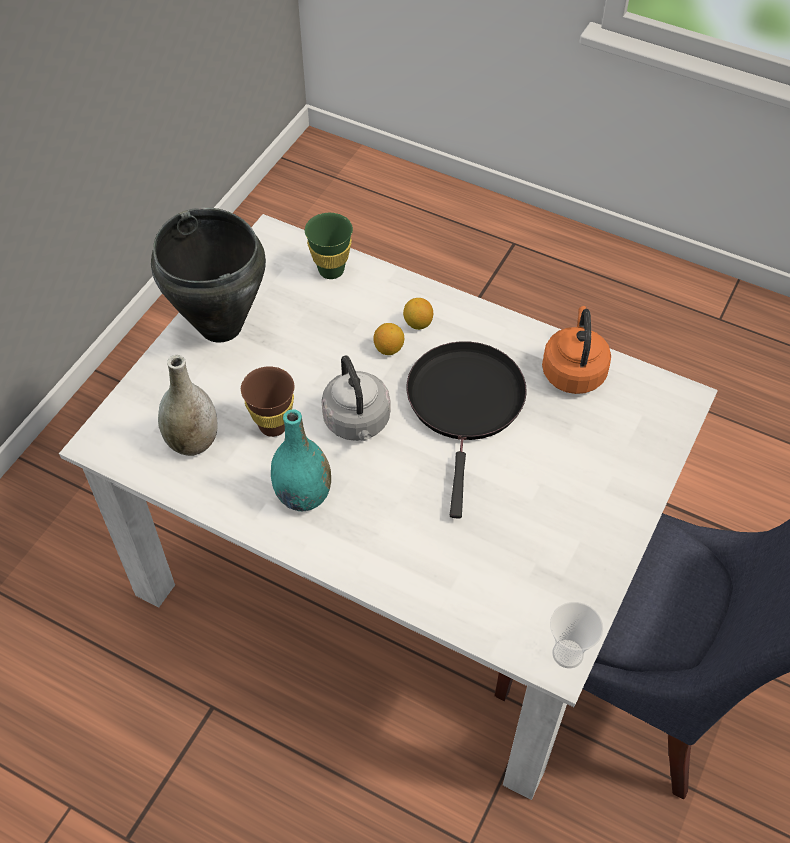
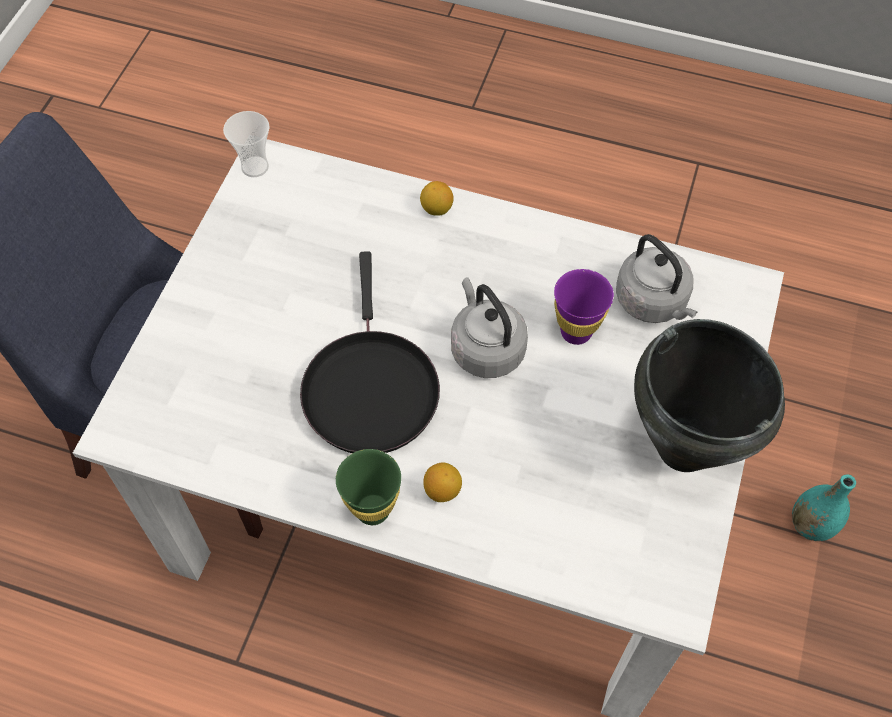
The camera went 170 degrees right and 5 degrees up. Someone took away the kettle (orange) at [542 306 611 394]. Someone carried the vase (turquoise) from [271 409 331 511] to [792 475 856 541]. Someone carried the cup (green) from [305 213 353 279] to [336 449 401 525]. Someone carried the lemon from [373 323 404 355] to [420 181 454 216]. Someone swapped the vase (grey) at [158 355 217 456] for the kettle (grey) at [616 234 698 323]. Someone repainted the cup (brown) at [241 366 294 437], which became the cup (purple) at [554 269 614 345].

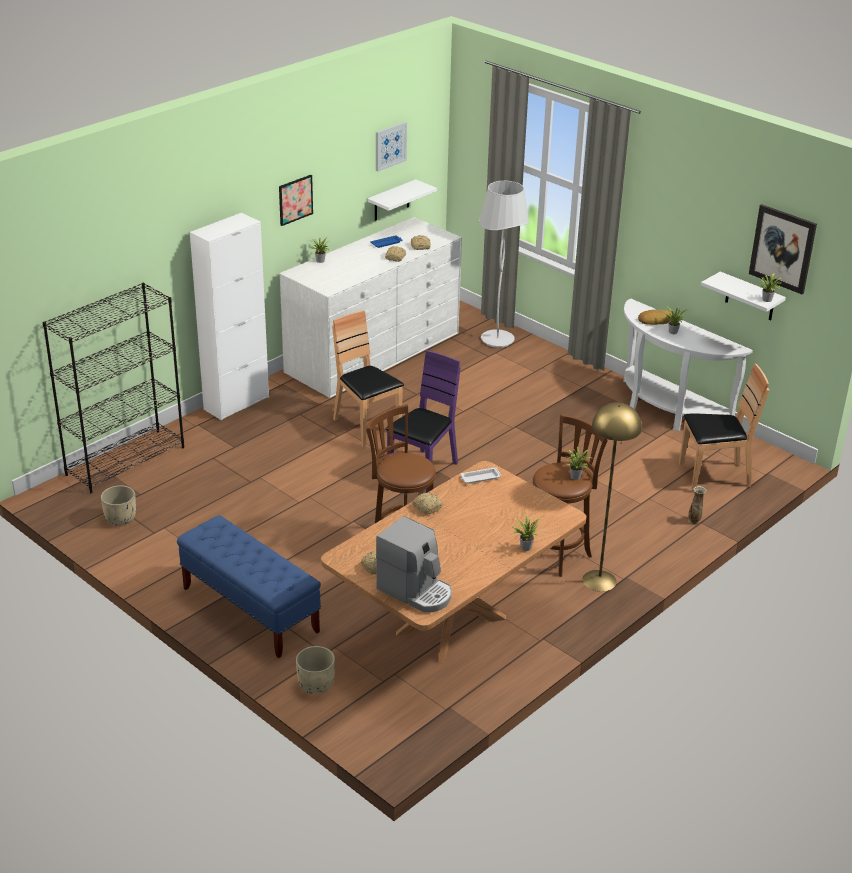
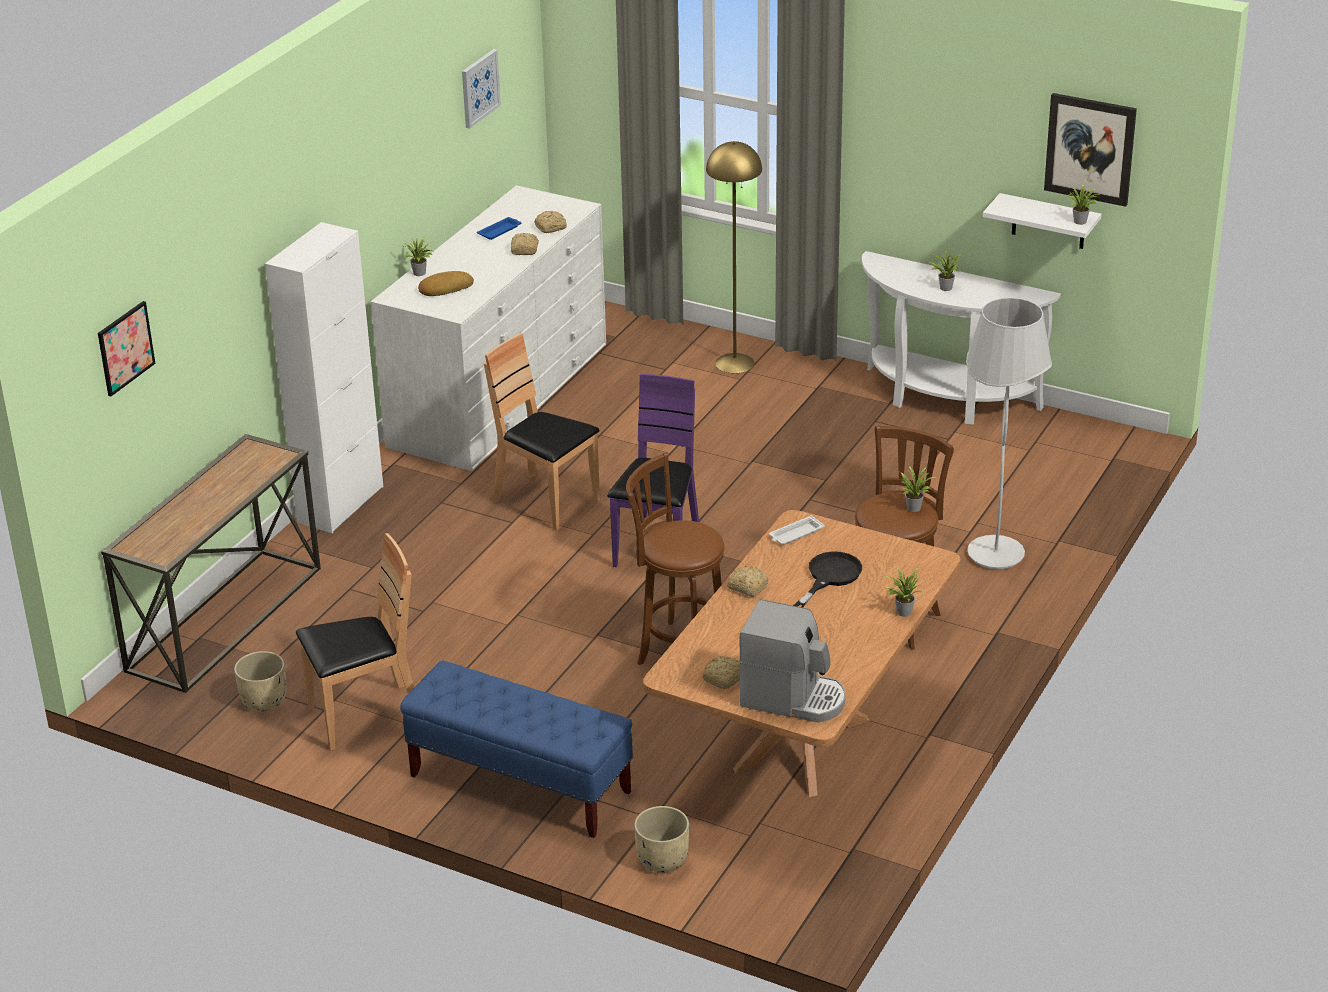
The camera went 15 degrees left and 0 degrees up. Someone took away the shelf (white) at [367 179 437 221]. Someone took away the vase at [688 486 707 525]. Someone put down the frying pan (black) at [793 551 862 608]. Someone carried the picture from [279 175 313 226] to [98 301 156 396]. Someone carried the floor lamp (white) from [479 181 529 348] to [966 298 1052 570]. Someone carried the floor lamp (yellow) from [583 402 642 592] to [706 141 762 373]. Someone carried the bread from [638 309 677 325] to [418 271 474 296]. Someone carried the chair (brown) from [679 363 770 492] to [296 533 414 750]. Someone swapped the bookcase (black) at [43 283 184 493] for the console table at [101 434 321 693].

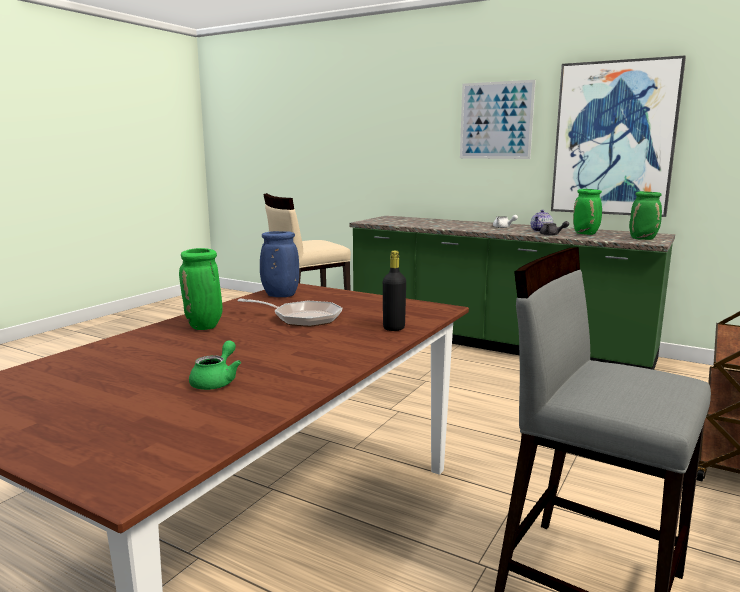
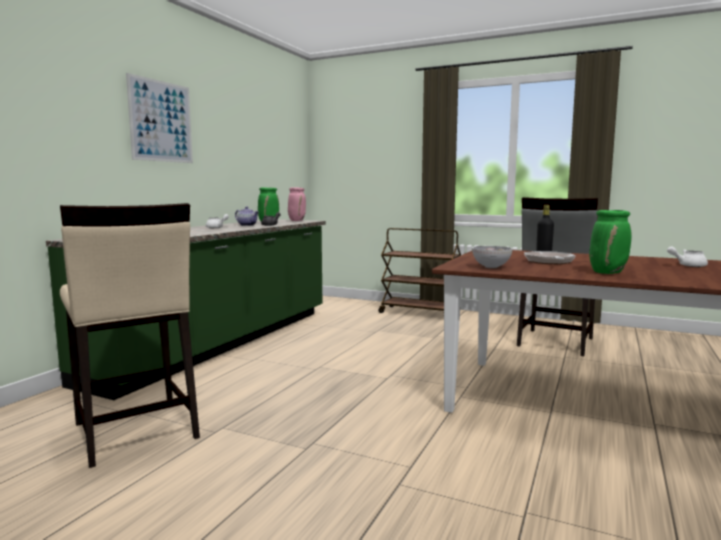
The camera went 95 degrees left and 5 degrees down. Someone took away the picture at [551 55 686 217]. Someone swapped the vase (blue) at [260 231 299 297] for the bowl at [472 246 513 268]. Someone repainted the teapot (green) at [189 340 241 390], which became the teapot (white) at [667 246 708 267]. Someone repainted the vase (green) at [629 191 662 240], which became the vase (pink) at [288 187 306 221].

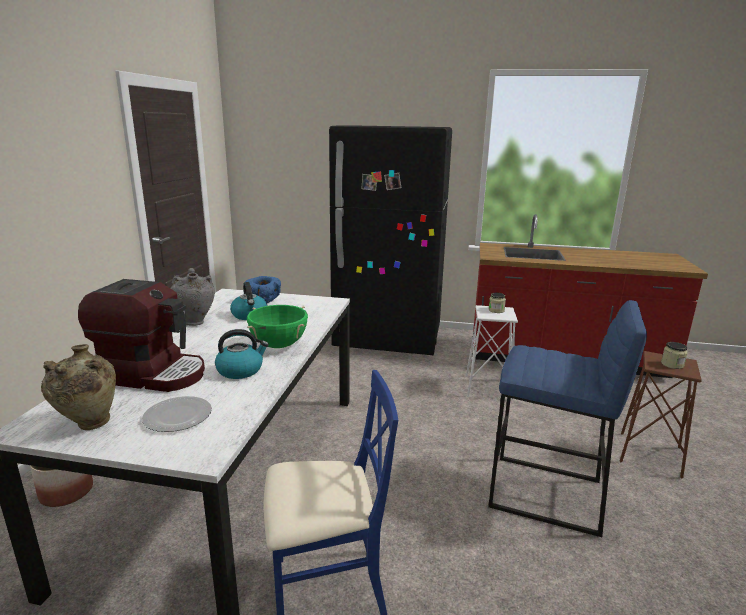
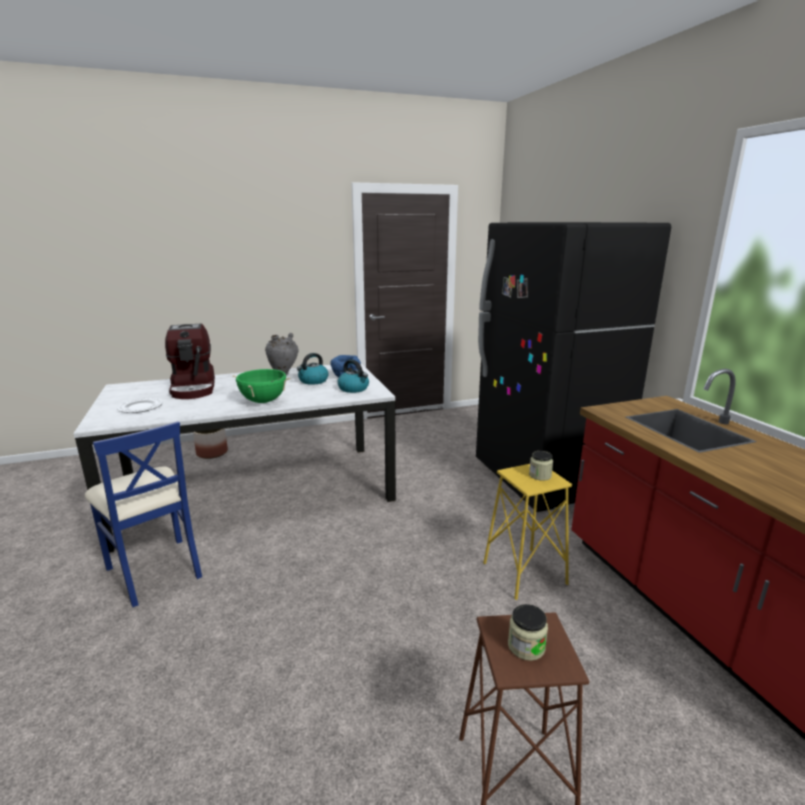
The camera went 60 degrees right and 0 degrees up. Someone took away the vase (beige) at [41 344 116 430]. Someone took away the stool (blue) at [488 300 647 537]. Someone carried the kettle from [215 329 269 379] to [338 360 369 393]. Someone repainted the stool (white) at [466 305 518 401], which became the stool (yellow) at [483 464 572 600].

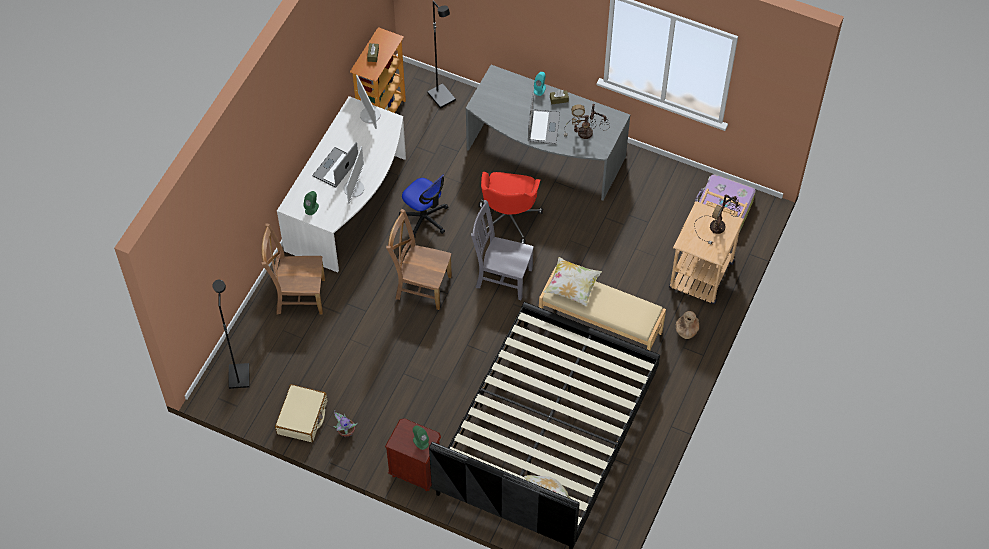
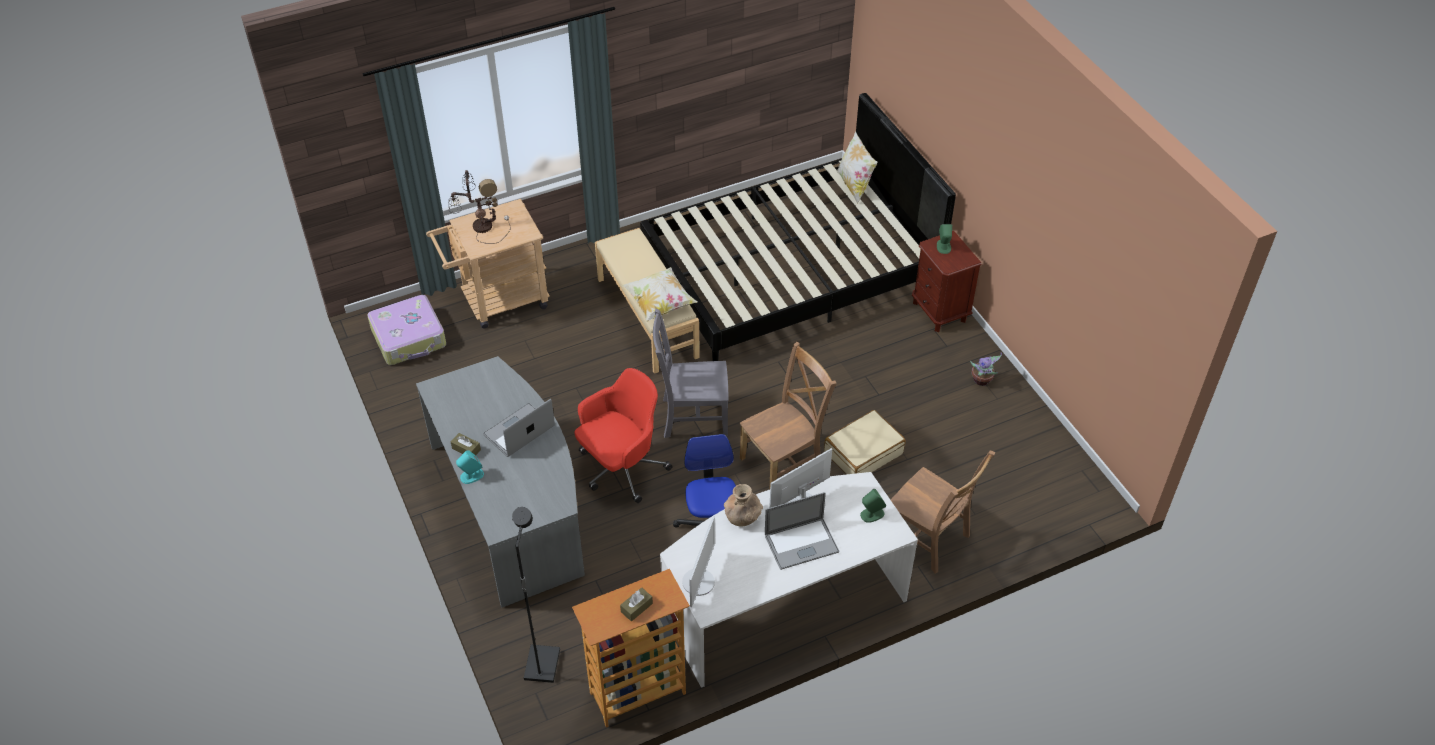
The camera went 140 degrees left and 10 degrees down. Someone took away the floor lamp (black) at [212 280 249 389]. Someone took away the table lamp at [564 104 609 139]. Someone carried the suitcase (beige) from [275 384 328 442] to [824 410 906 474]. Someone carried the vase (brown) from [676 311 699 339] to [724 484 763 527]. Someone rotated the chair (brown) at [386 209 452 310] by 90 degrees counterclockwise. Someone rotated the chair (grey) at [471 200 534 300] by 120 degrees clockwise.

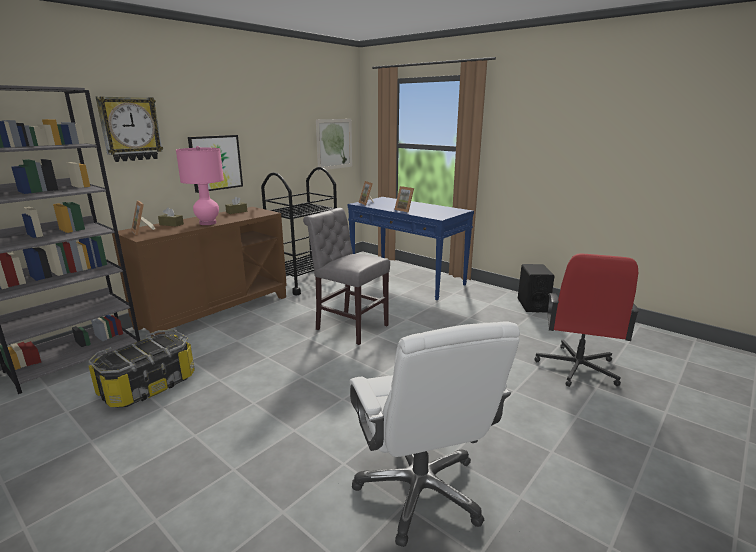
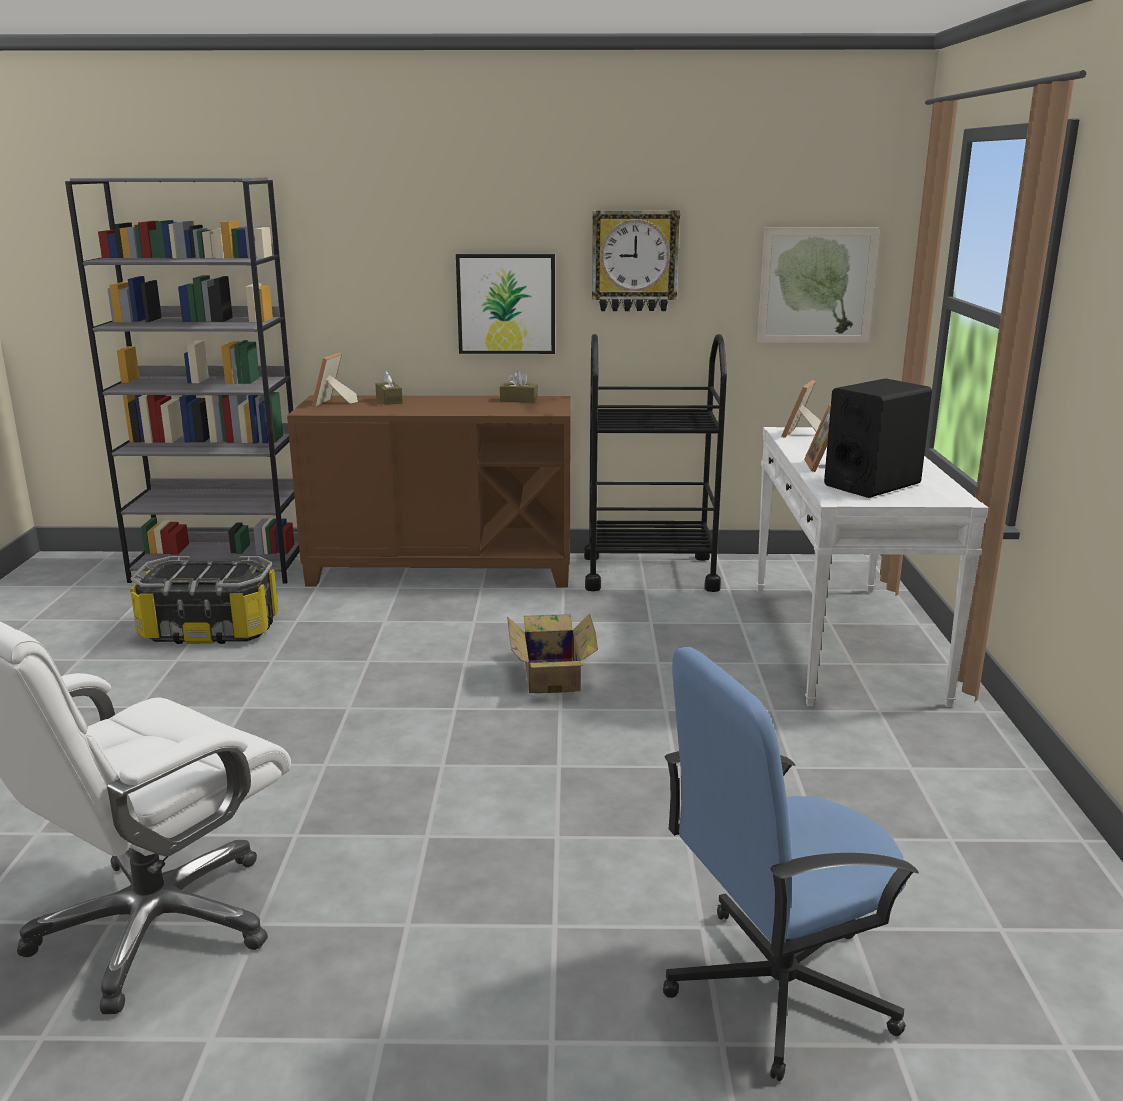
The camera went 50 degrees right and 0 degrees up. Someone took away the table lamp (pink) at [176 146 224 225]. Someone carried the wall clock from [96 96 163 162] to [592 210 680 311]. Someone carried the speaker (black) from [518 264 555 313] to [824 378 932 498]. Someone swapped the chair (grey) at [303 208 390 345] for the cardboard box at [507 614 598 693]. Someone repainted the console table (blue) at [348 197 474 300], which became the console table (white) at [756 427 988 707]. Someone repainted the office chair (red) at [534 254 640 387], which became the office chair (blue) at [663 647 919 1081].

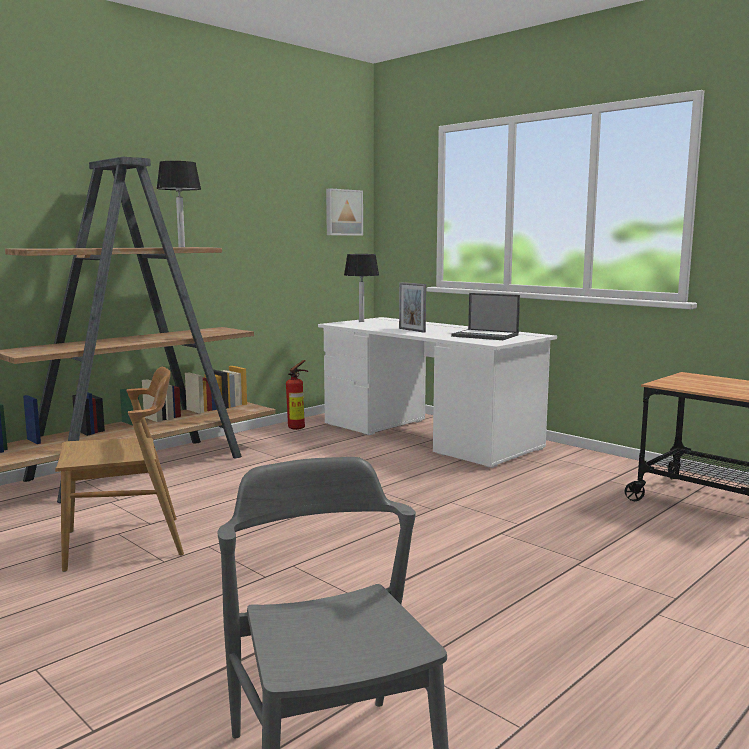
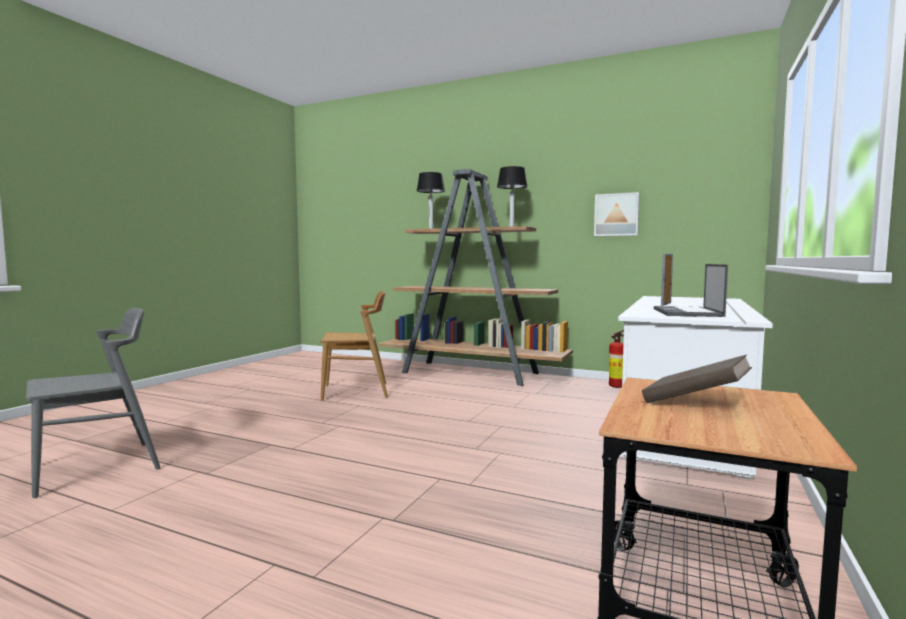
The camera went 70 degrees right and 5 degrees down. Someone put down the book (brown) at [642 355 752 403]. Someone carried the picture from [326 188 363 235] to [594 192 639 236]. Someone carried the table lamp from [344 254 379 322] to [417 172 445 229]. Someone rotated the chair (brown) at [55 367 184 572] by 60 degrees counterclockwise.

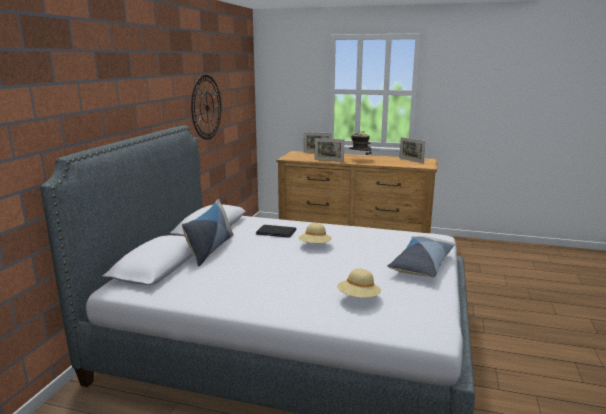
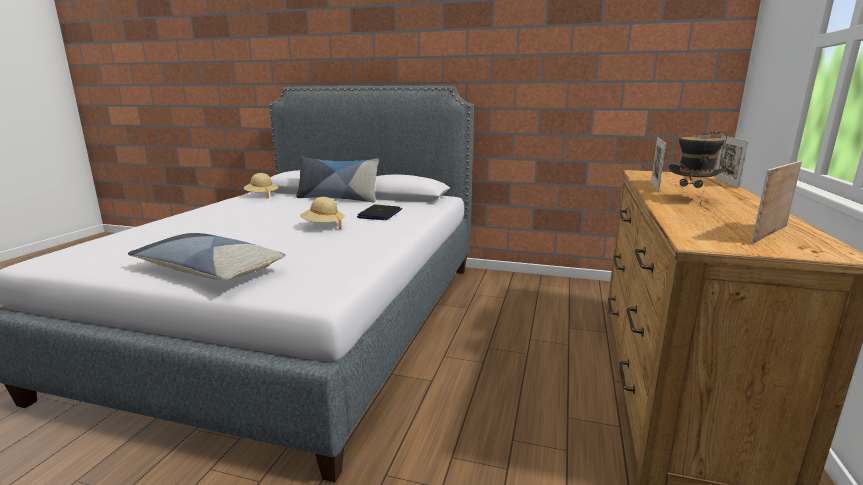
The camera went 90 degrees right and 0 degrees up. Someone took away the wall clock at [191 75 221 140]. Someone carried the hat (beige) from [337 269 381 298] to [244 173 279 199].

